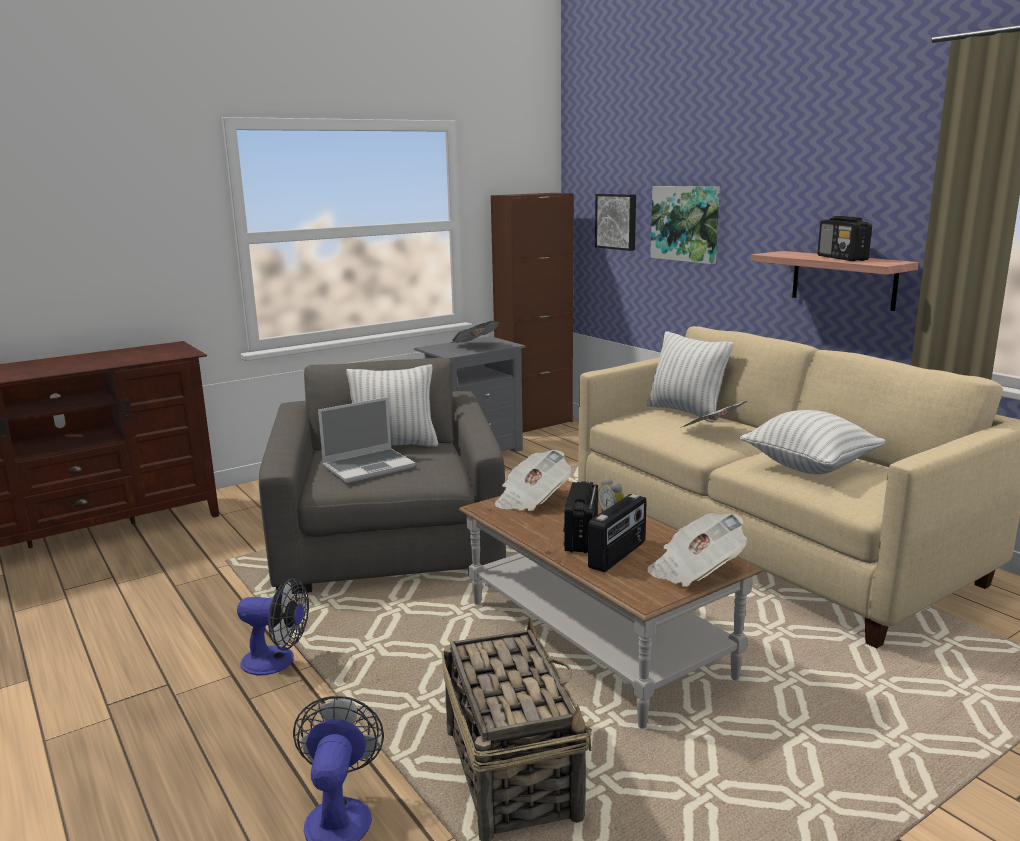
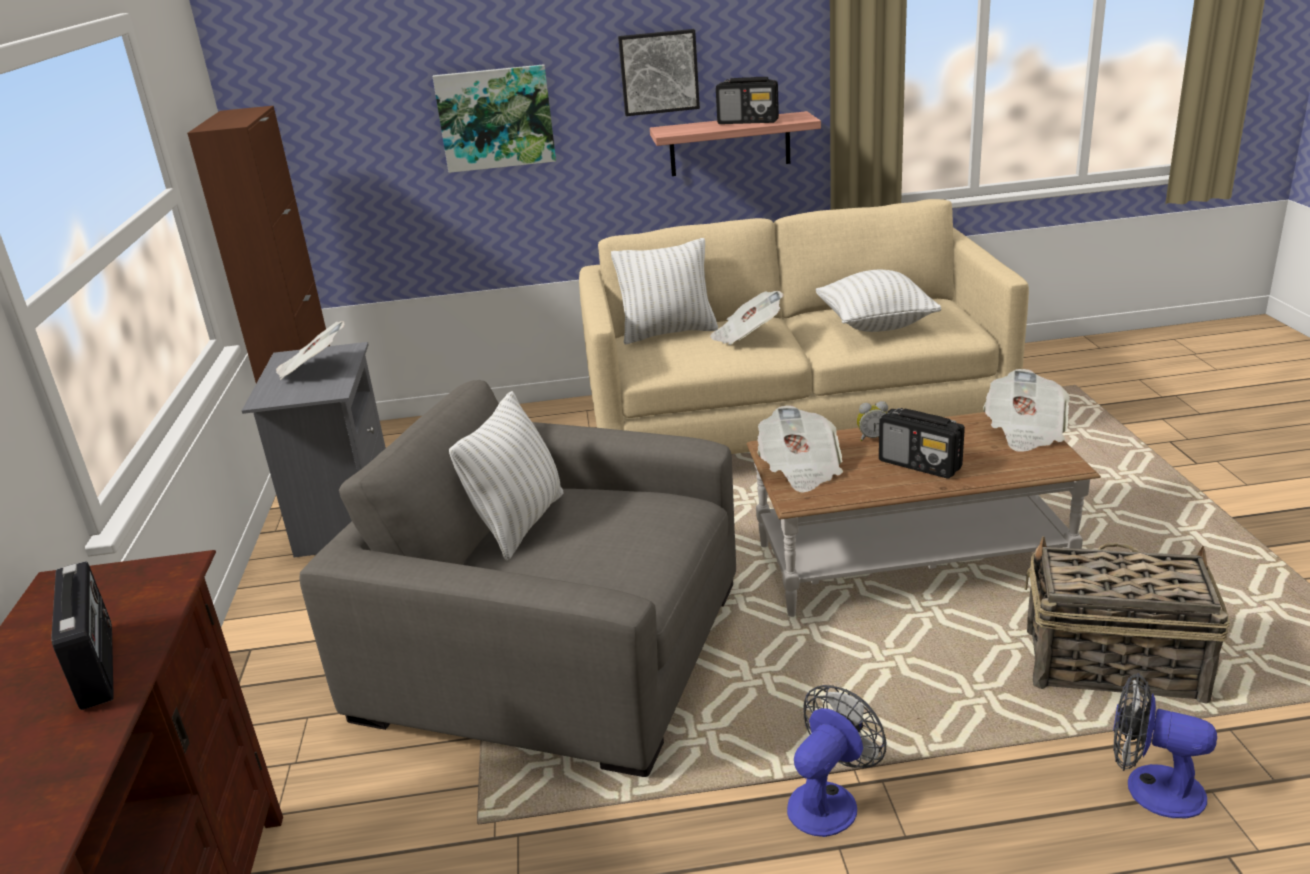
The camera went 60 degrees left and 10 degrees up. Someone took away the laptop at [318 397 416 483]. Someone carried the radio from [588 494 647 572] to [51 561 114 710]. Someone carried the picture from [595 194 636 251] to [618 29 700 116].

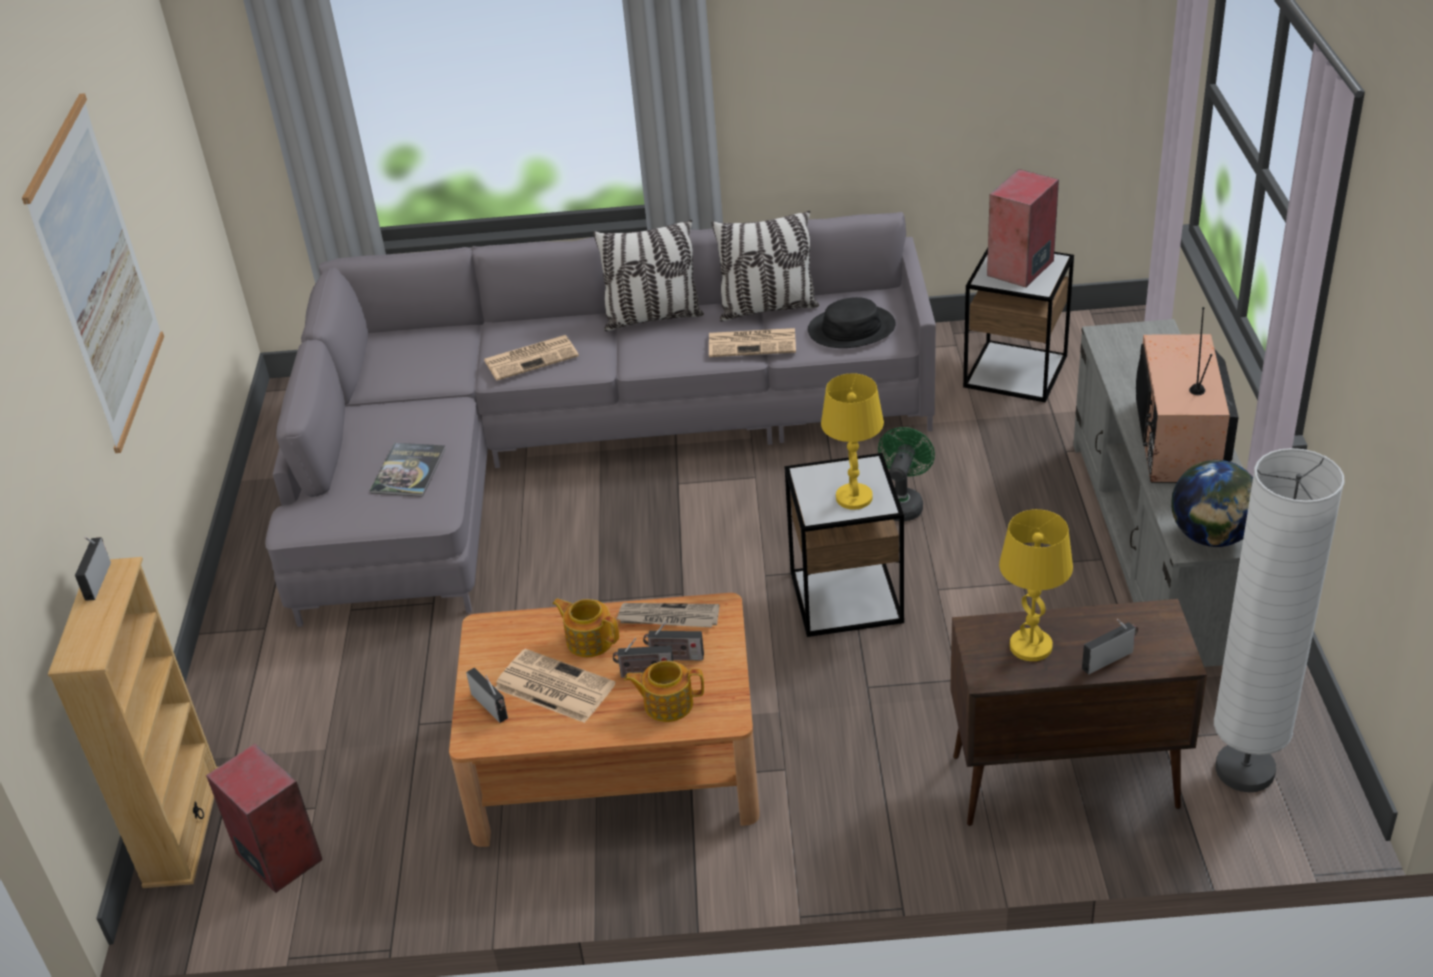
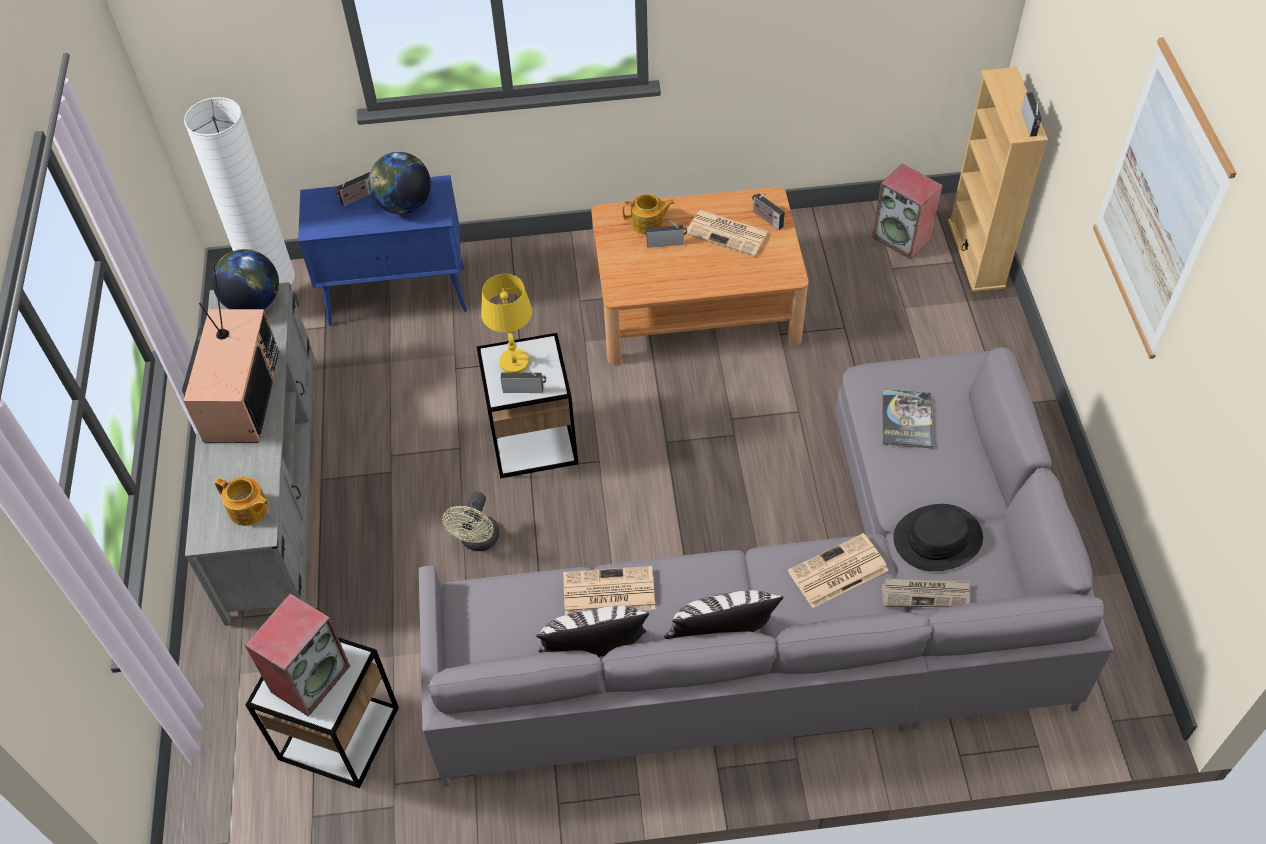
The camera went 175 degrees right and 15 degrees up. Someone carried the teapot from [552 599 619 657] to [215 477 268 526]. Someone carried the newspaper from [616 603 719 627] to [882 578 970 607]. Someone carried the radio from [643 621 704 660] to [501 367 546 393]. Someone carried the hat (black) from [808 297 896 348] to [893 504 983 571]. Someone swapped the table lamp (yellow) at [999 509 1073 661] for the globe at [369 152 431 214]. Someone repainted the fan (green) at [878 427 935 521], which became the fan (beige) at [442 492 499 551]. Someone repainted the cabinet (brown) at [950 599 1207 826], which became the cabinet (blue) at [298 175 467 326].

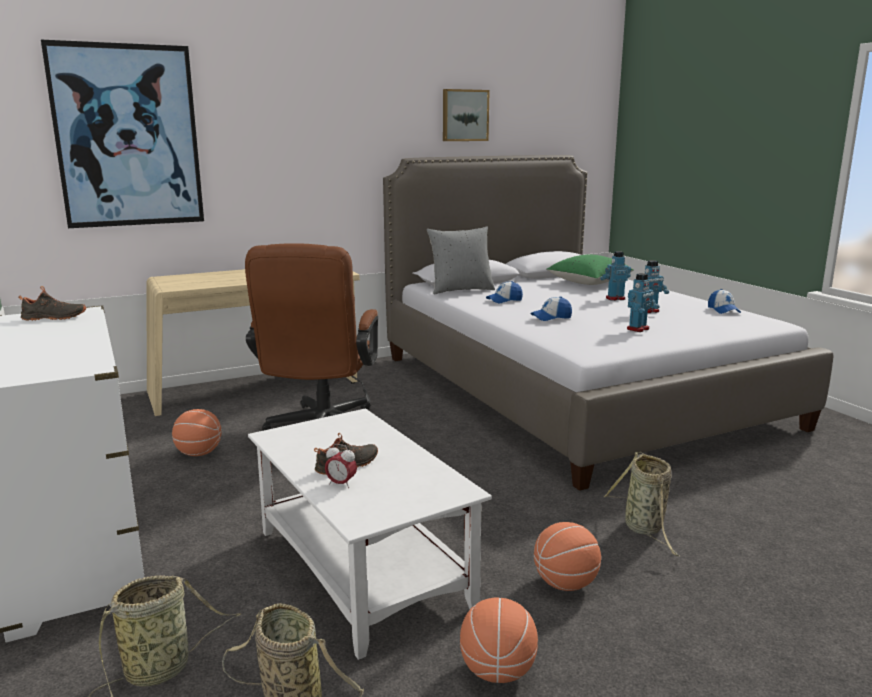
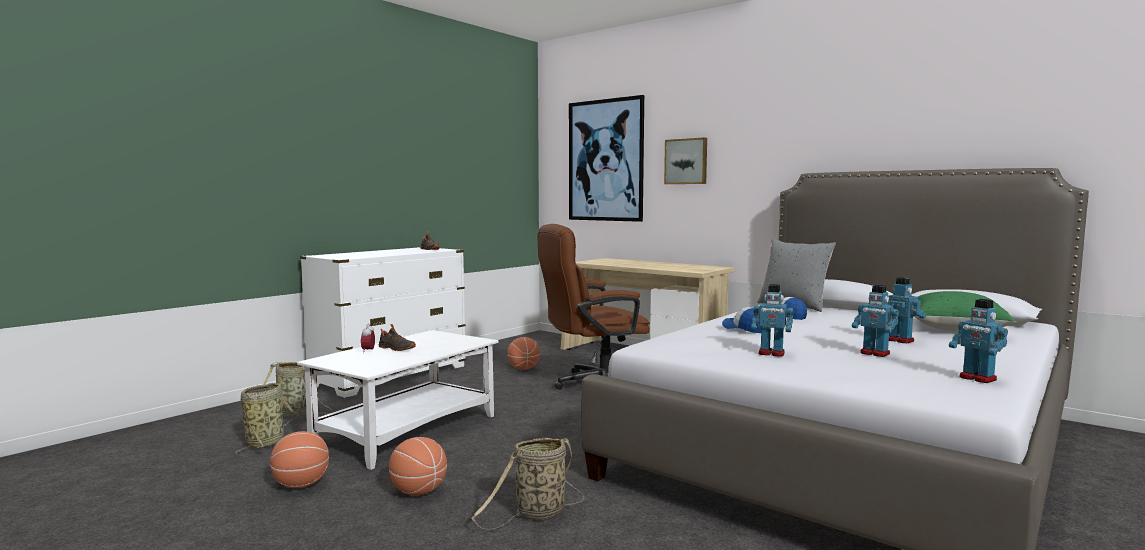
The camera went 65 degrees right and 10 degrees down. Someone carried the picture from [443 89 490 141] to [664 137 707 184]. Someone swapped the cap at [708 289 741 314] for the toy robot at [949 299 1008 383].

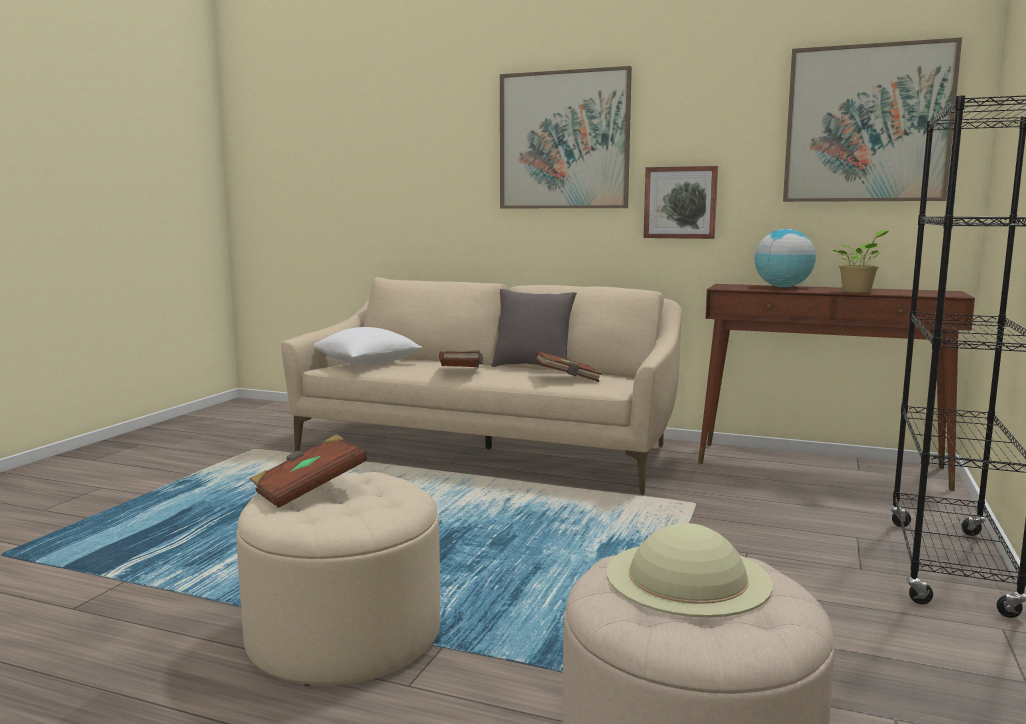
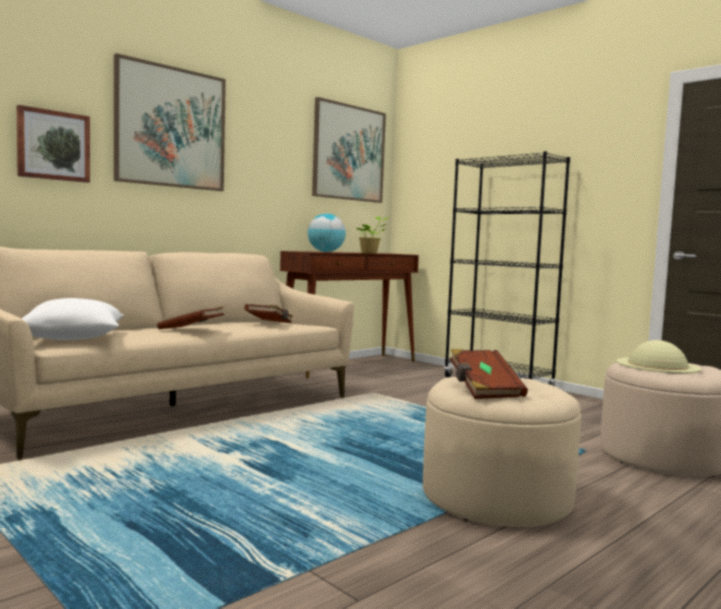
The camera went 65 degrees left and 5 degrees down. Someone took away the pillow (grey) at [492 289 577 367]. Someone carried the picture from [644 166 718 239] to [17 105 90 183].

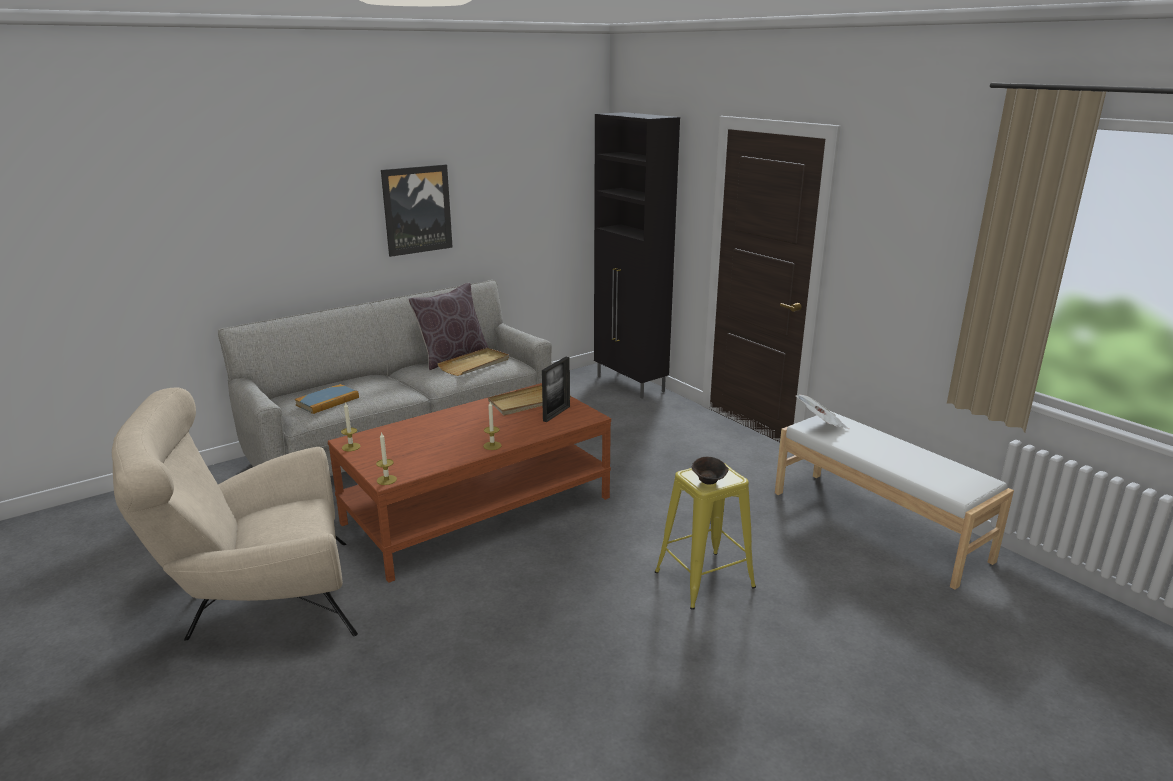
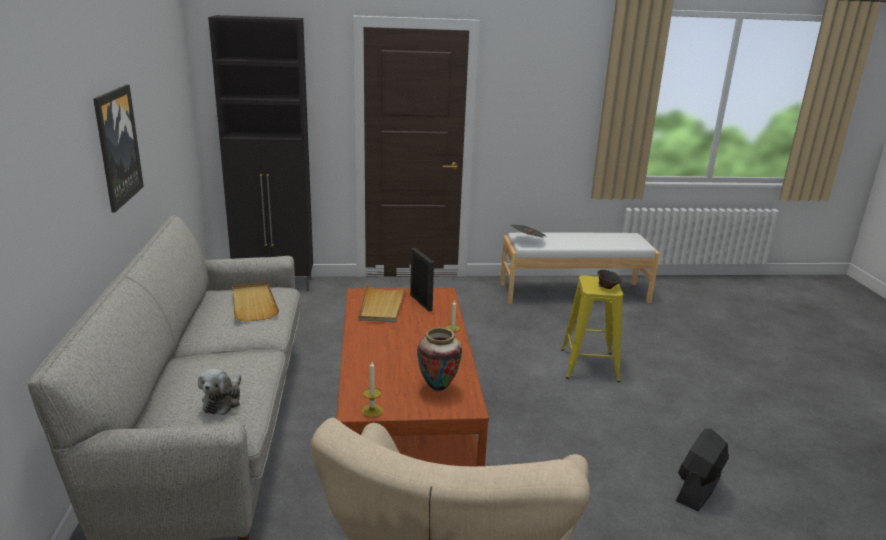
The camera went 60 degrees left and 0 degrees up. Someone took away the candle at [376 432 397 485]. Someone took away the pillow (brown) at [408 283 489 370]. Someone put down the vase at [417 328 462 392]. Someone put down the fan (black) at [676 429 729 511]. Someone swapped the book at [295 384 359 414] for the plush toy at [198 369 241 415].

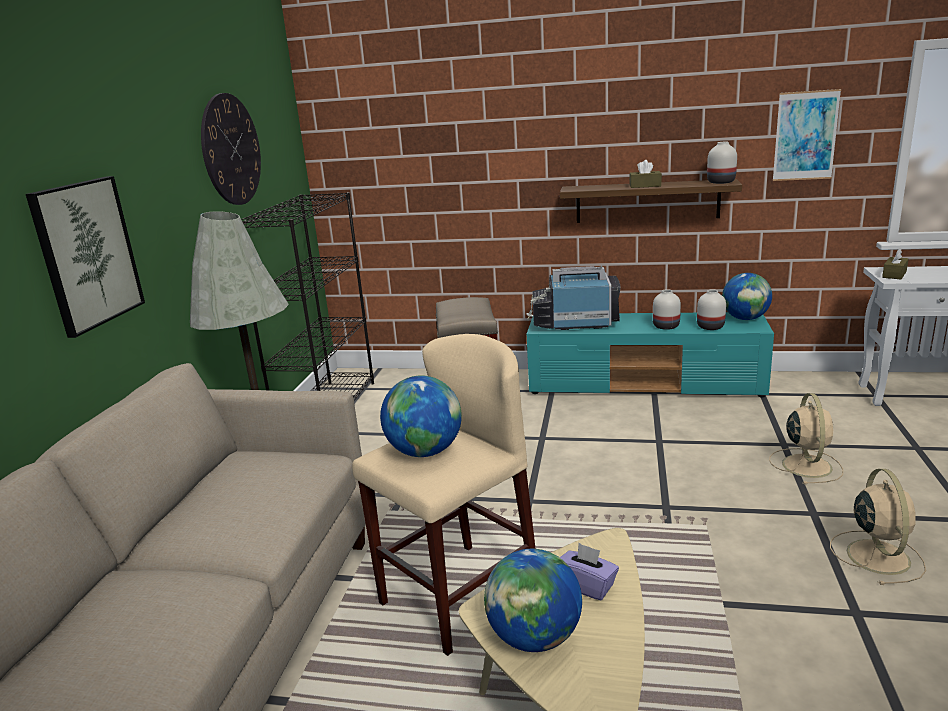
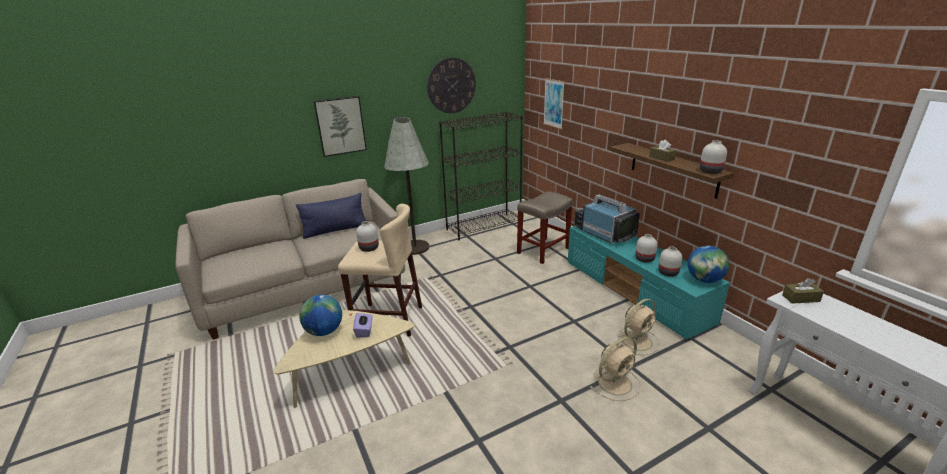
The camera went 50 degrees right and 5 degrees up. Someone put down the pillow (blue) at [296 193 366 239]. Someone carried the picture from [773 89 841 181] to [543 78 565 129]. Someone carried the fan (beige) from [830 469 926 585] to [617 299 660 355]. Someone swapped the globe at [380 375 462 457] for the vase (white) at [356 221 379 252].

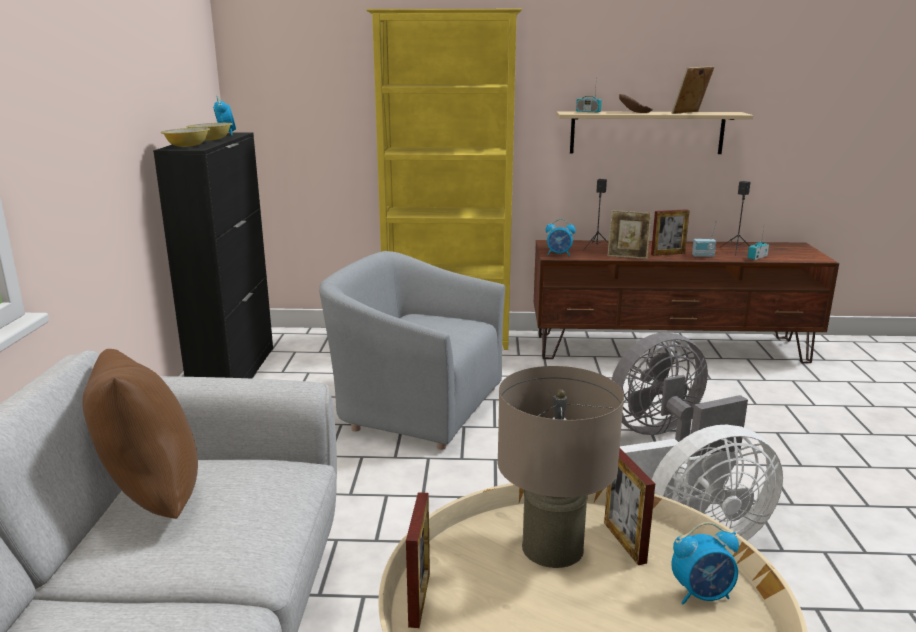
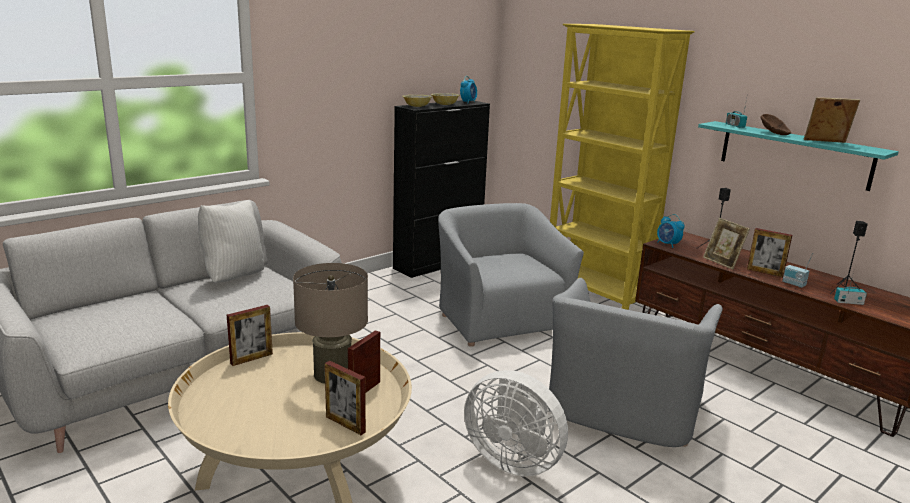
The camera went 45 degrees right and 0 degrees up. Someone swapped the fan (grey) at [611 332 748 457] for the armchair (grey) at [548 278 723 447]. Someone swapped the alarm clock at [671 522 739 604] for the picture frame at [325 361 366 435]. Someone repainted the pillow (brown) at [82 349 198 519], which became the pillow (white) at [198 200 264 283]. Someone repainted the shelf (beige) at [556 111 753 154], which became the shelf (turquoise) at [698 121 899 191].

